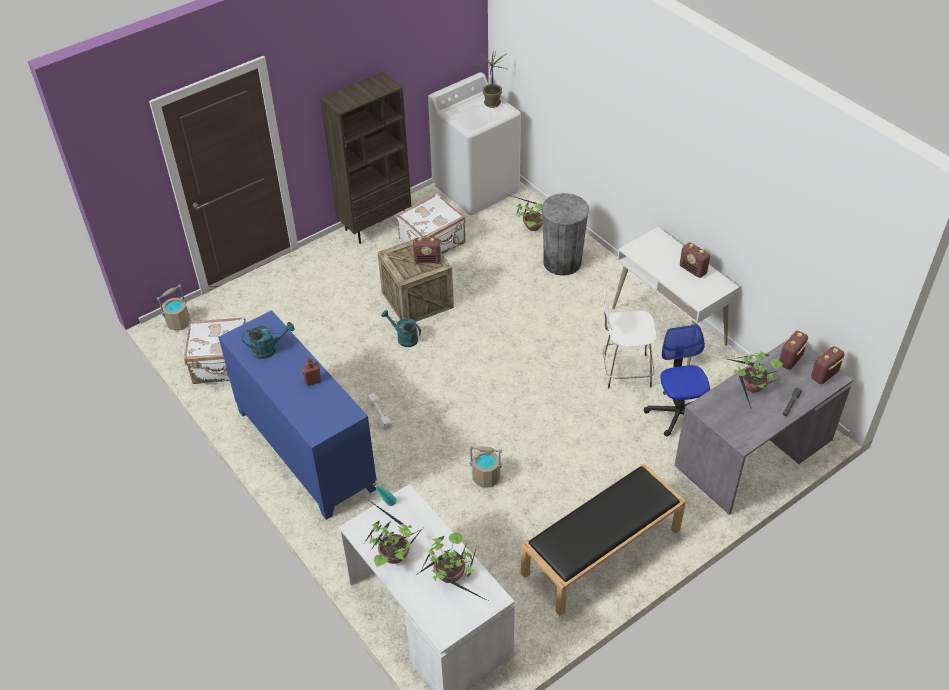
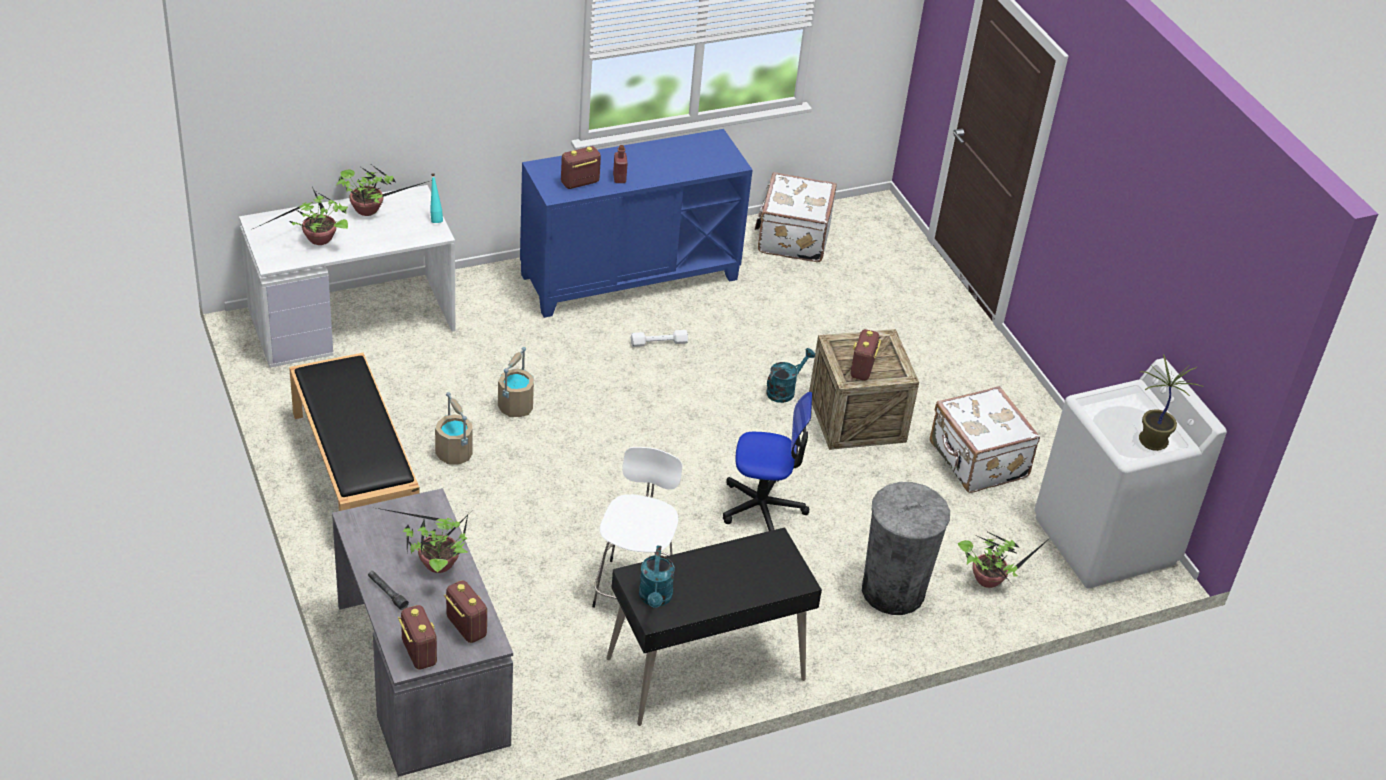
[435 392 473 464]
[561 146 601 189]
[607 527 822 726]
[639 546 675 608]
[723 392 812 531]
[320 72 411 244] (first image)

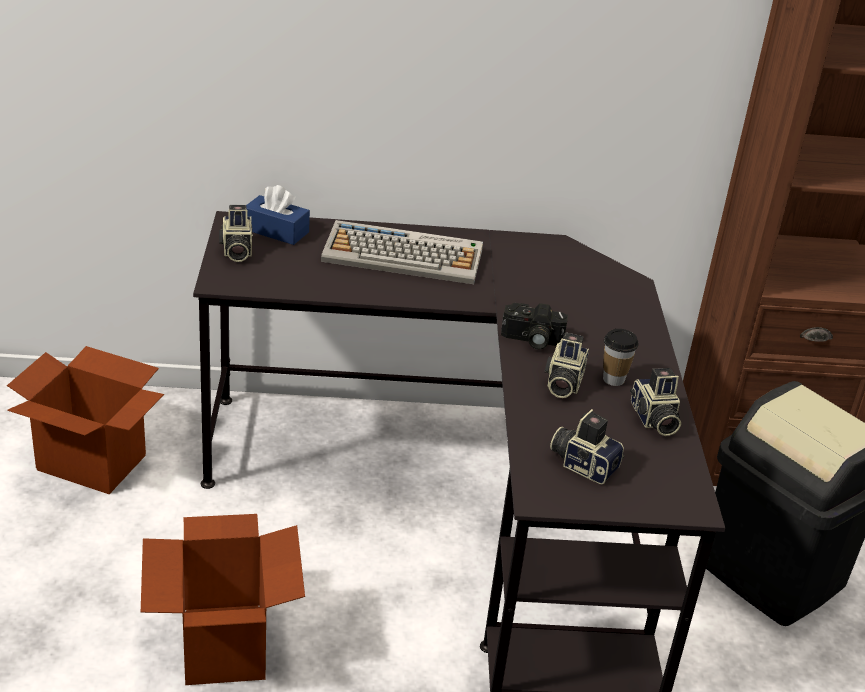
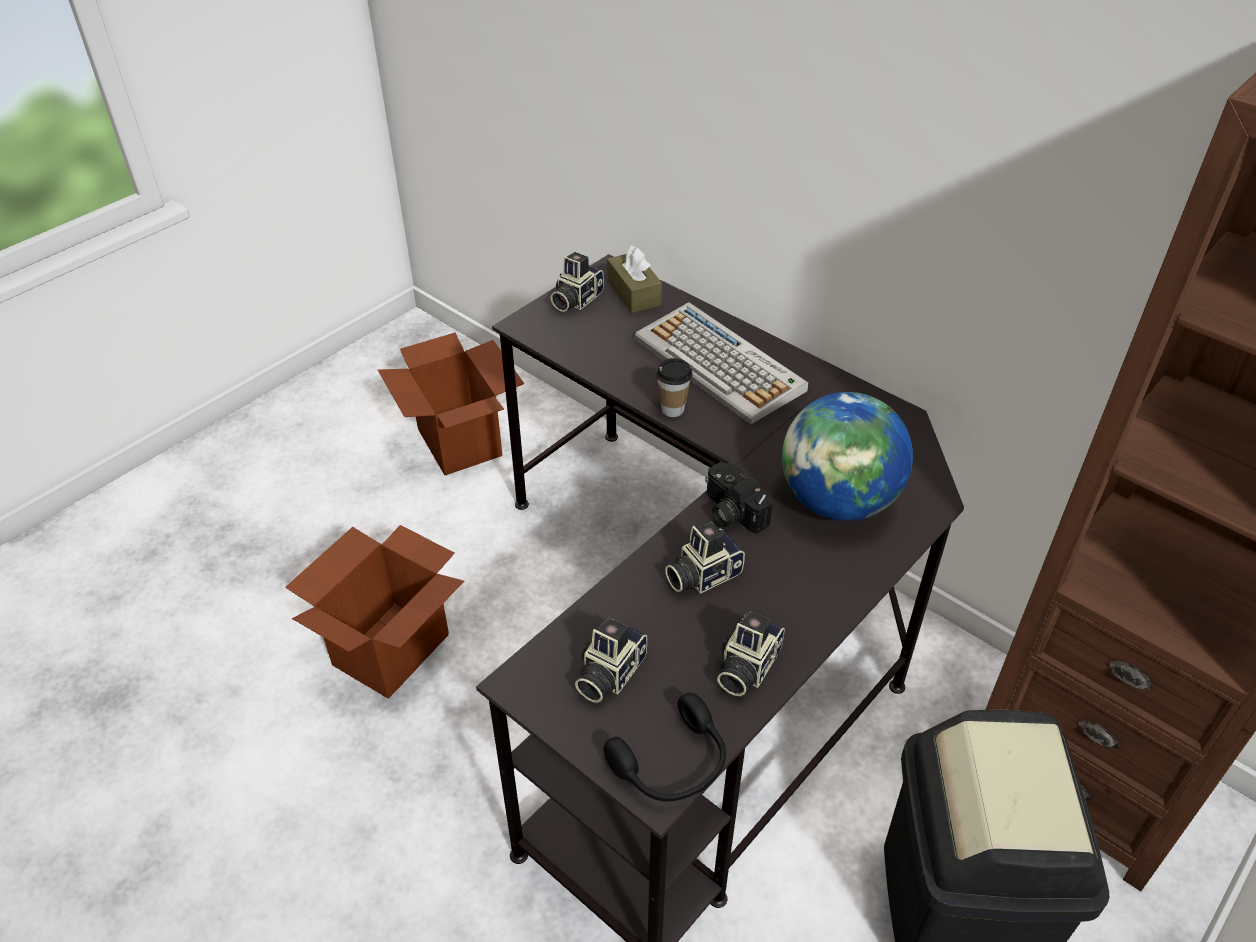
[575 617 647 703]
[604 693 726 801]
[607 245 662 313]
[656 358 693 417]
[782 392 913 521]

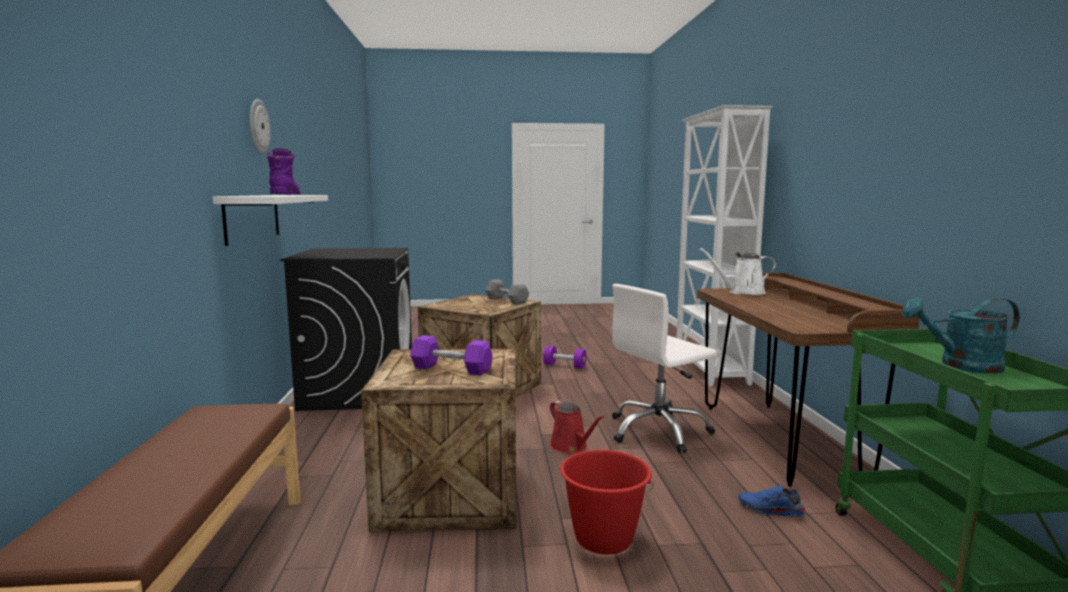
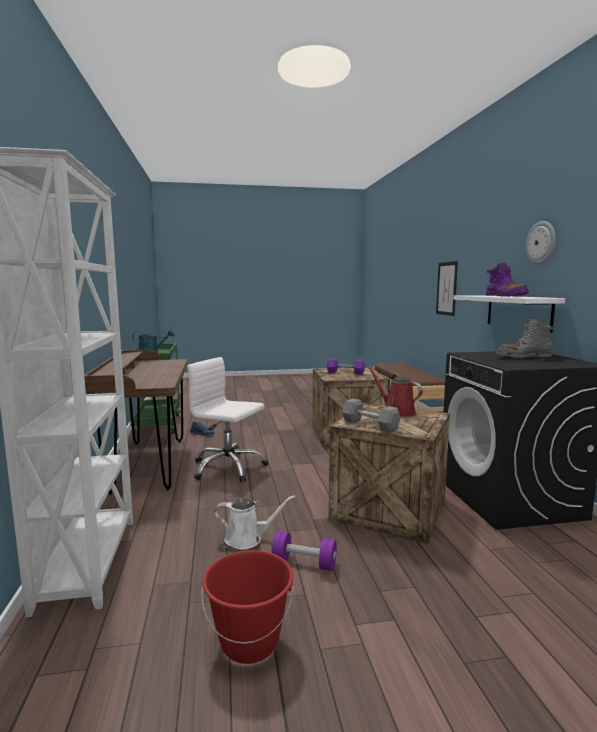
[187 357 268 482]
[201 550 294 664]
[214 495 295 549]
[368 367 423 417]
[436 261 458 316]
[496 319 555 358]

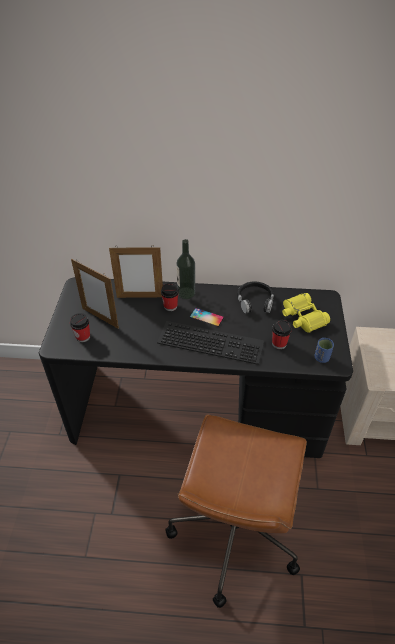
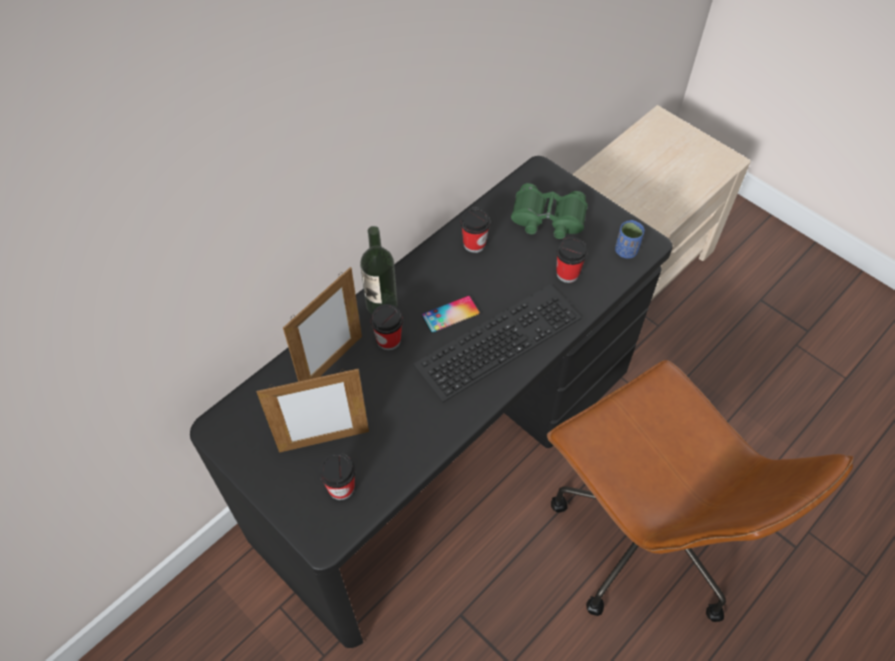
[461 208 490 253]
[511 183 588 239]

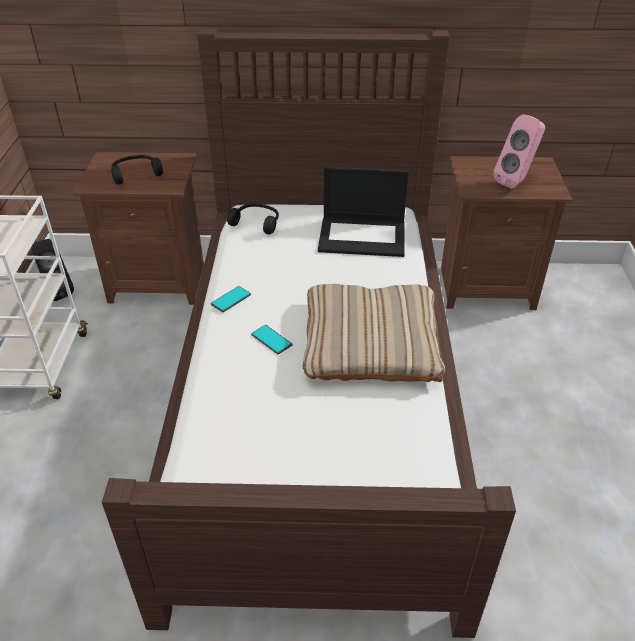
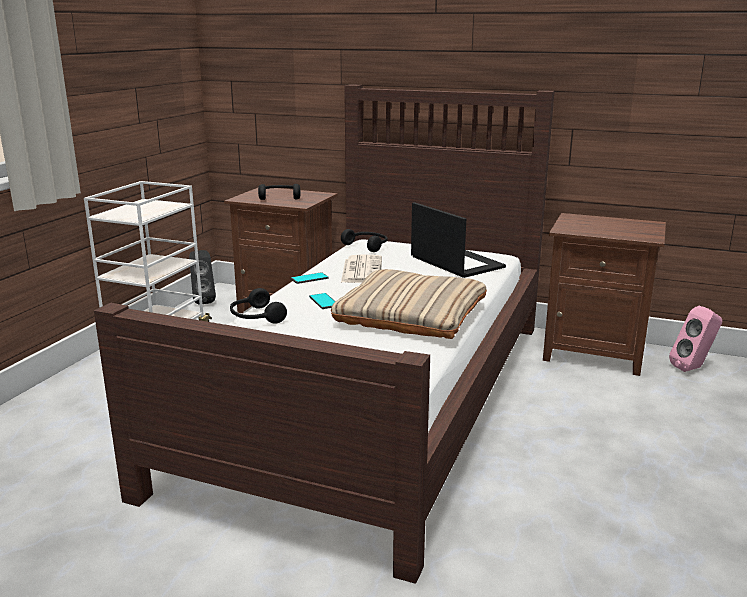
[230 288 287 324]
[341 254 382 283]
[411 202 506 278]
[669 306 722 372]

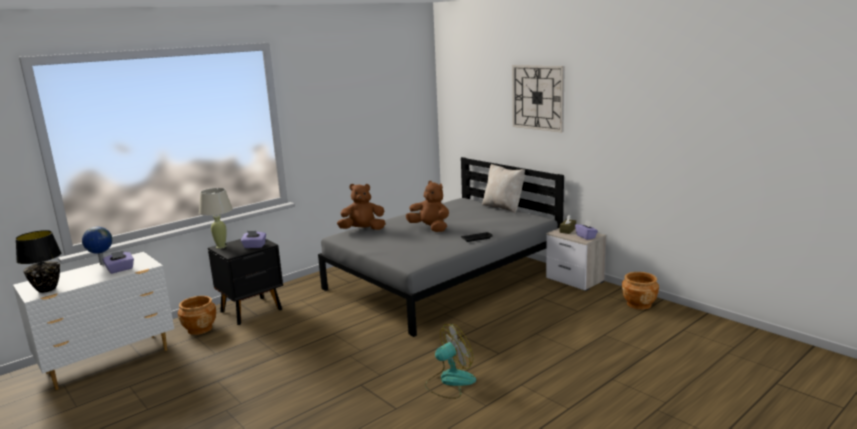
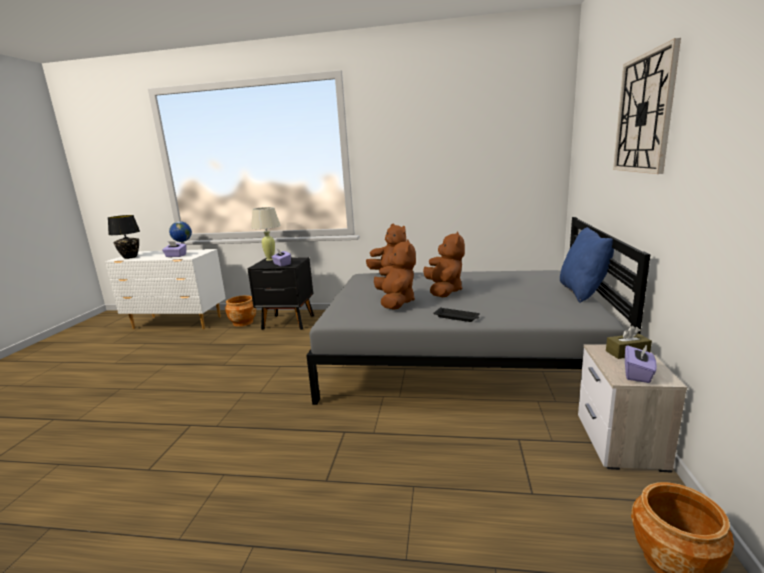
[374 239 416 310]
[560 227 614 303]
[425 324 476 399] (first image)

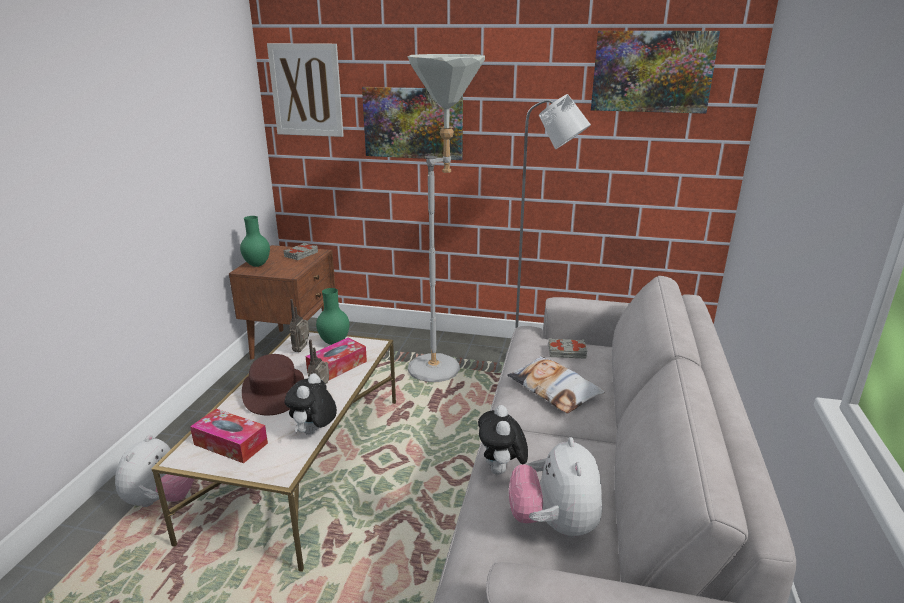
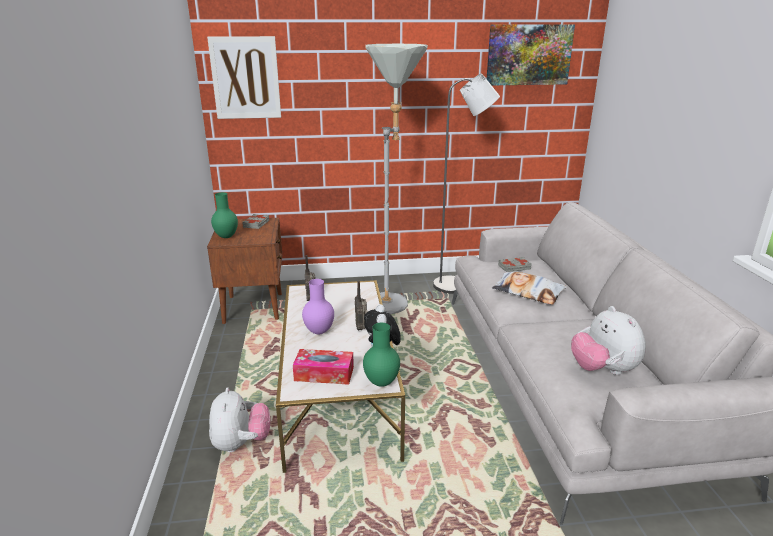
[302 279 334 334]
[363 323 400 387]
[305 338 367 381] (first image)
[362 87 463 160] (first image)
[478 405 528 475] (first image)

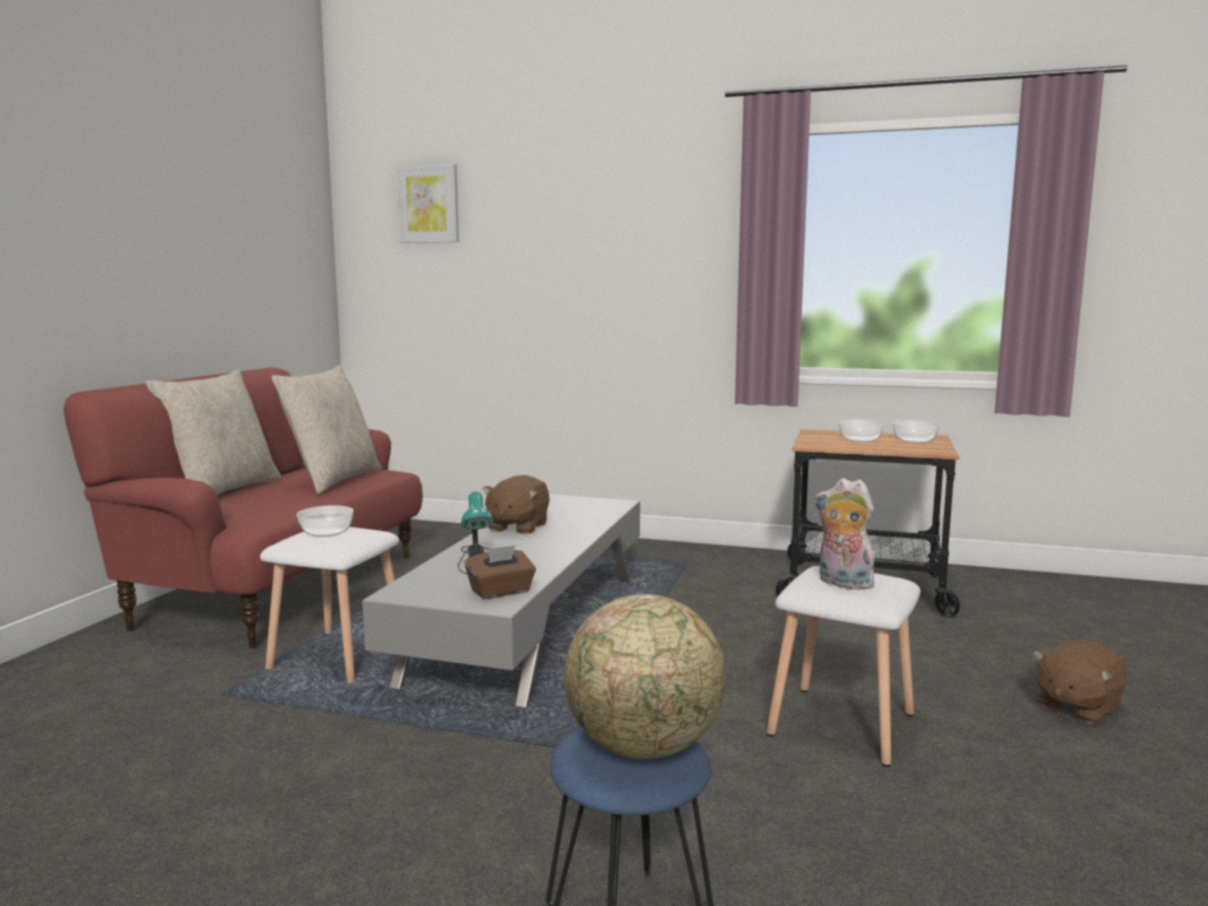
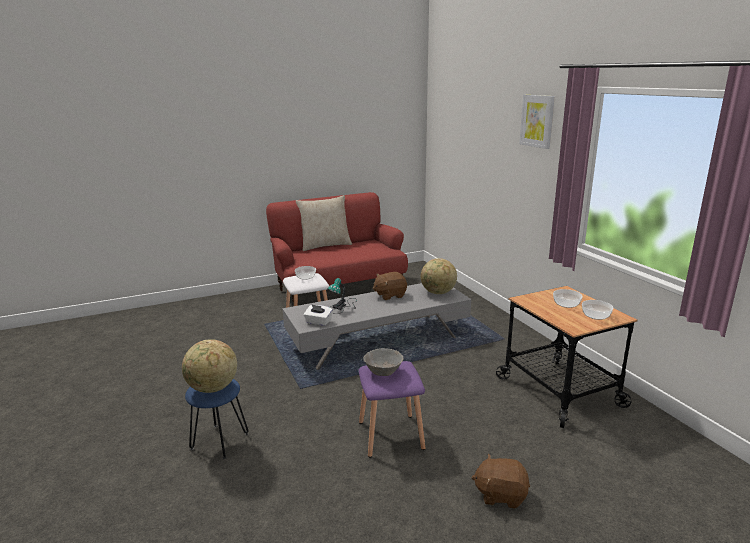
[304 305 333 326]
[359 361 425 457]
[363 348 403 376]
[421 258 457 294]
[519 95 555 149]
[272 365 382 494] (first image)

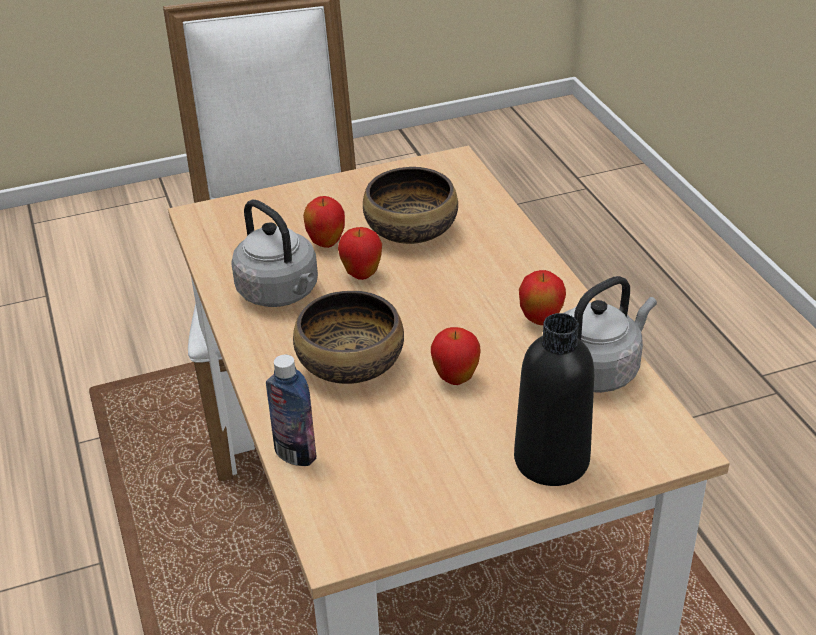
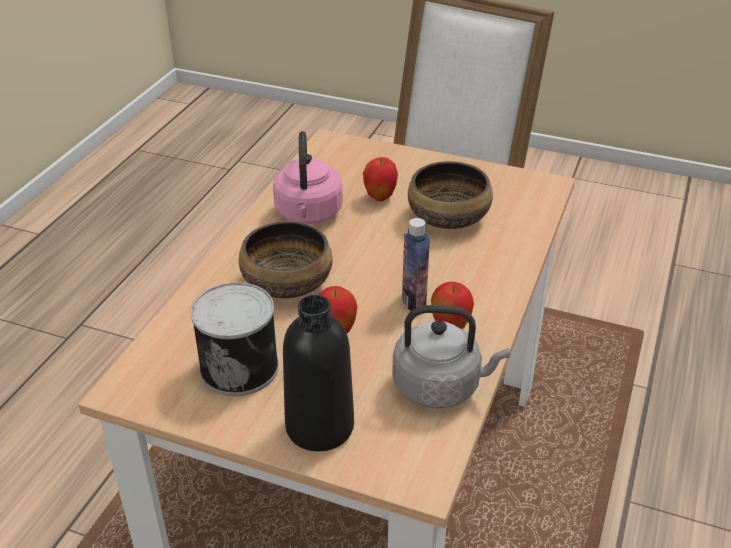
[191 282 279 396]
[273 131 343 224]
[402 218 430 311]
[338 227 382 280] (first image)

